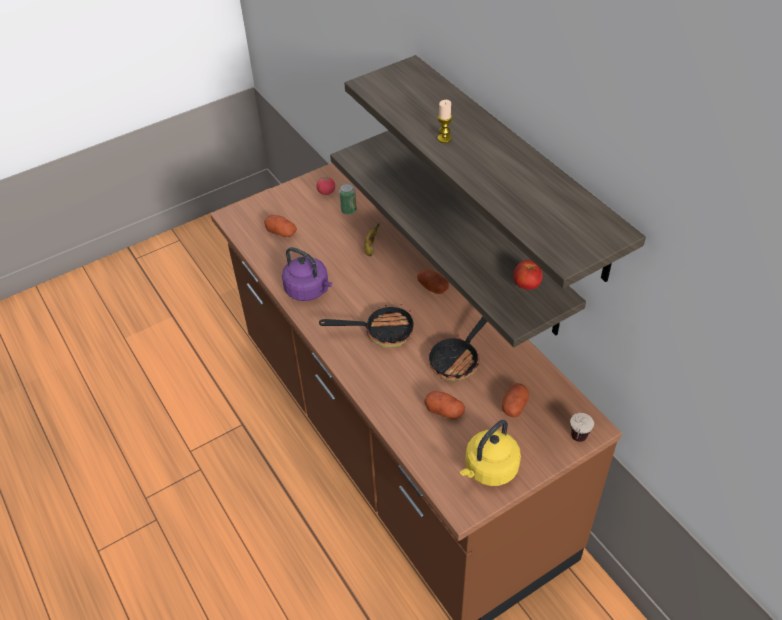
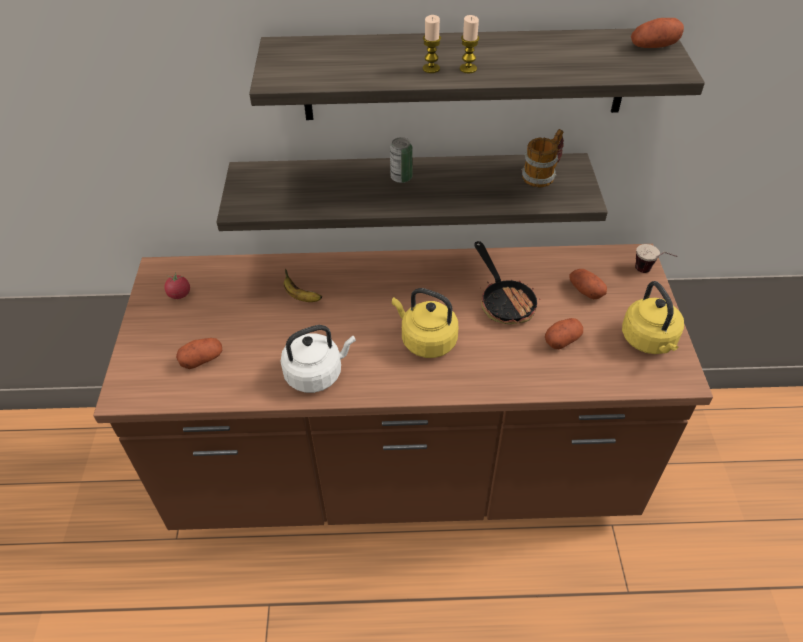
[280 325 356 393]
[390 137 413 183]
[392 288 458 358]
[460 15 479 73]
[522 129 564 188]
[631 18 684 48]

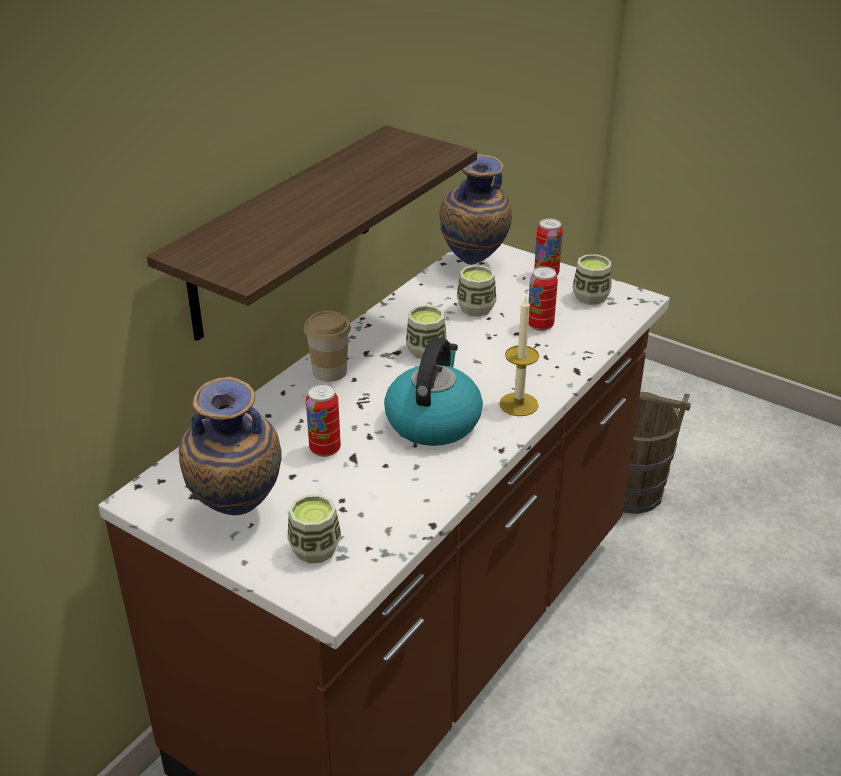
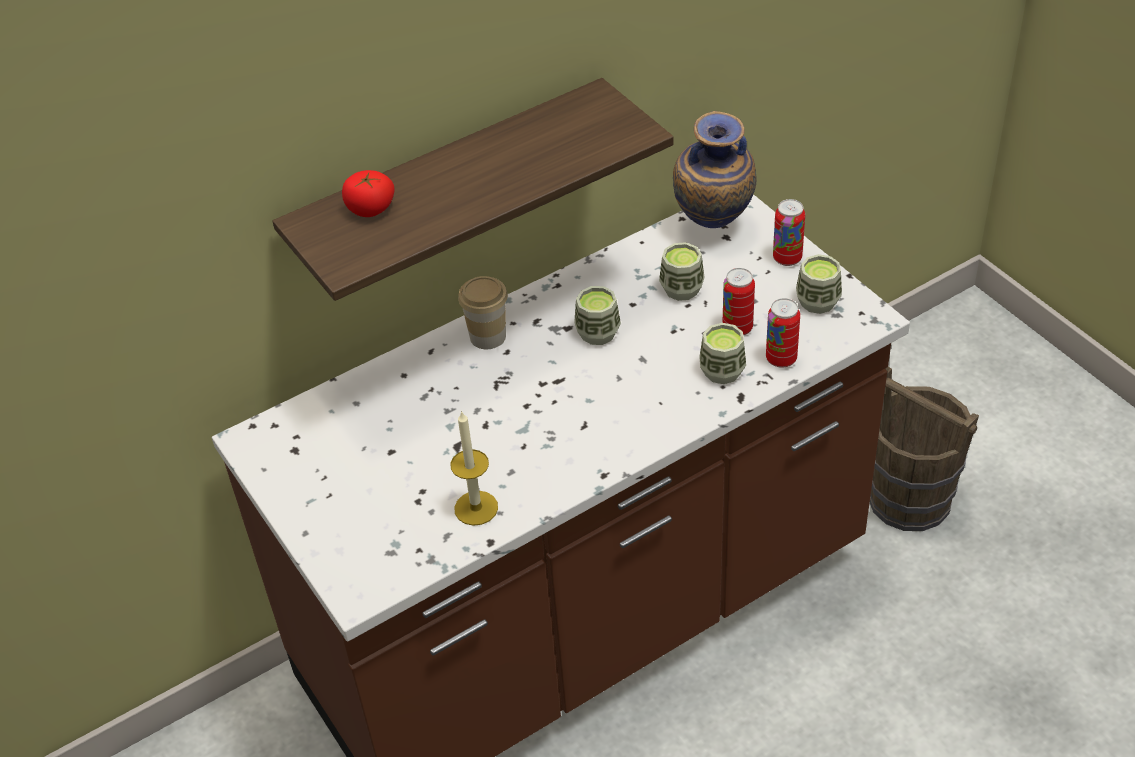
[342 170 395 217]
[450 410 498 526]
[699 323 746 384]
[766 298 800 368]
[179 377 282 515] (first image)
[384 337 483 446] (first image)

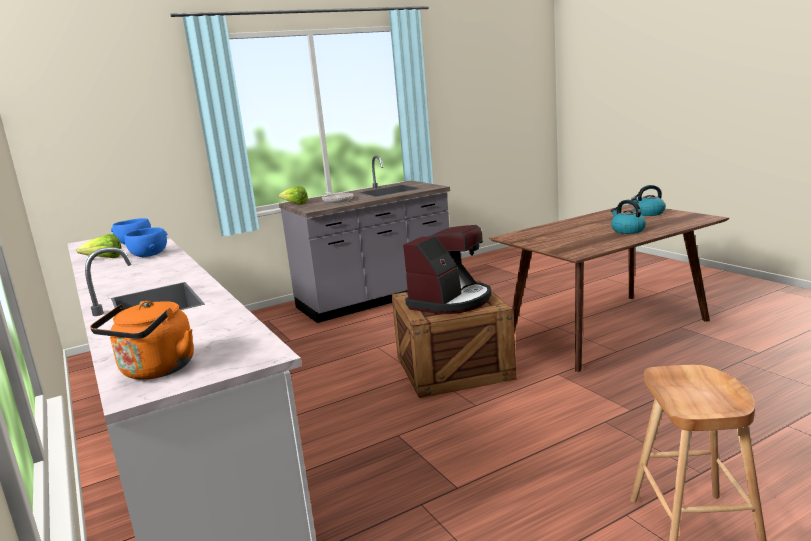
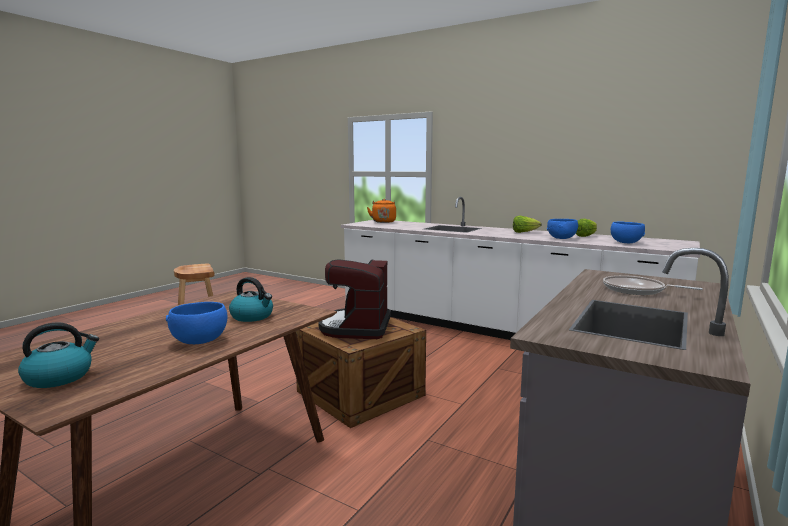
[166 302 227 344]
[229 277 273 322]
[513 216 541 233]

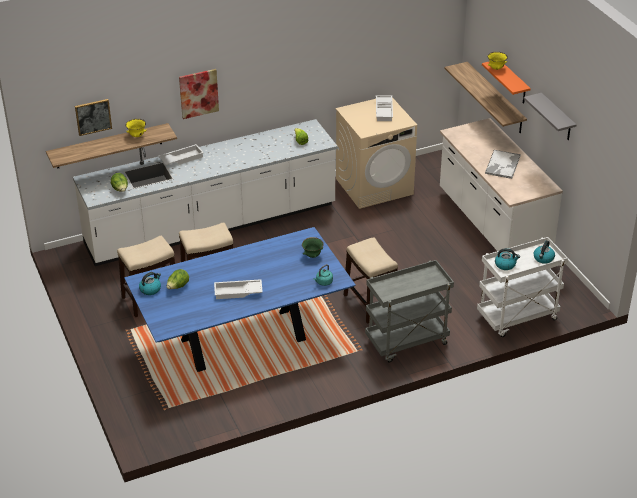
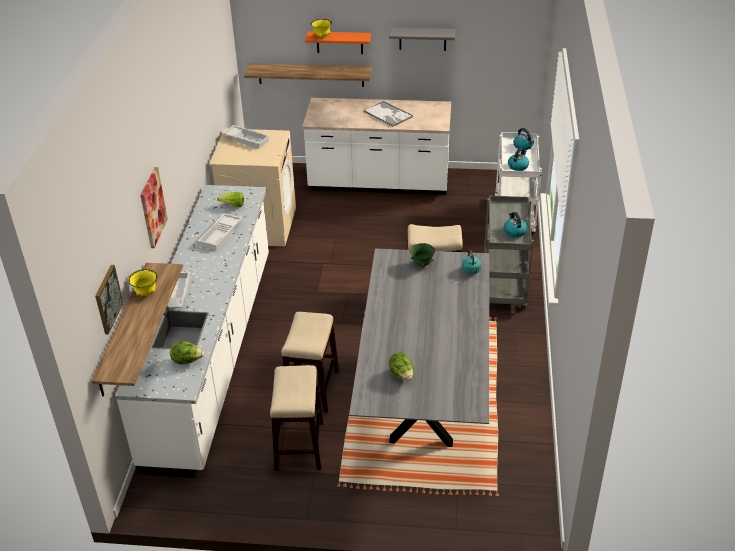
[198 213 242 250]
[349 248 489 447]
[504 212 527 237]

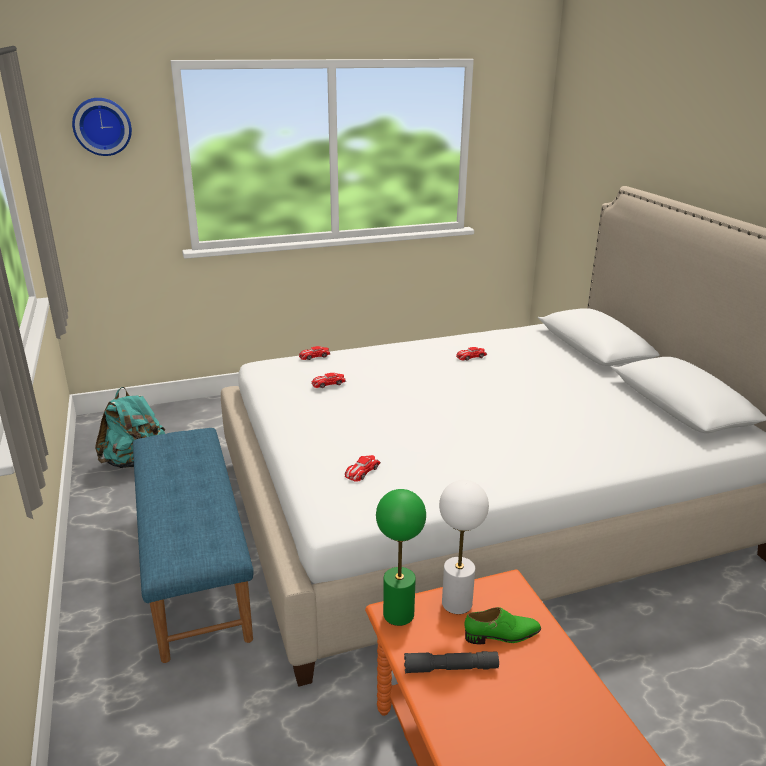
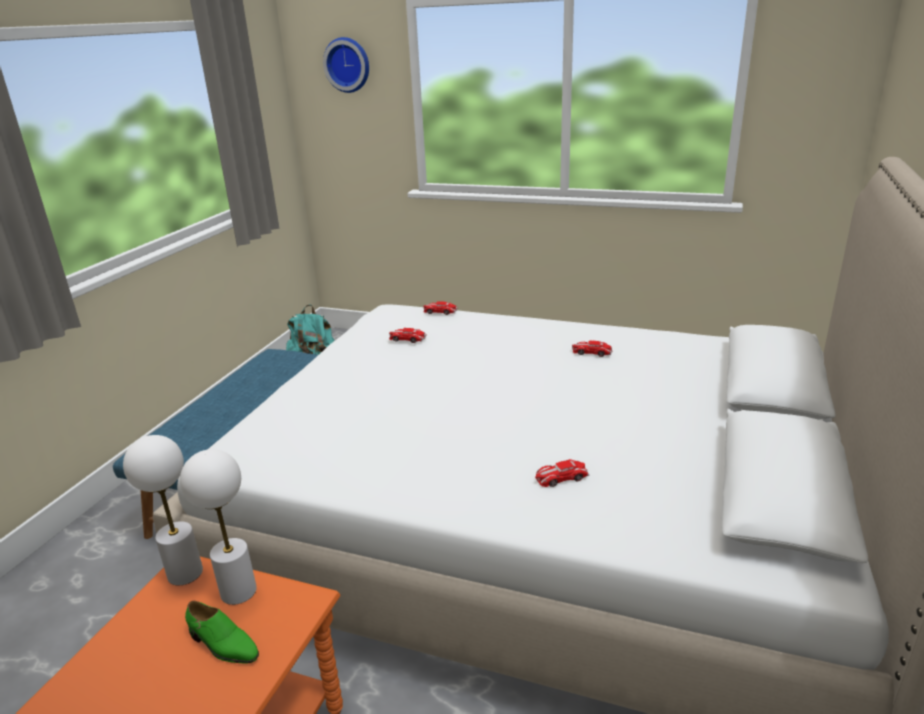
[123 435 203 585]
[535 459 589 487]
[404 651 499 673] (first image)

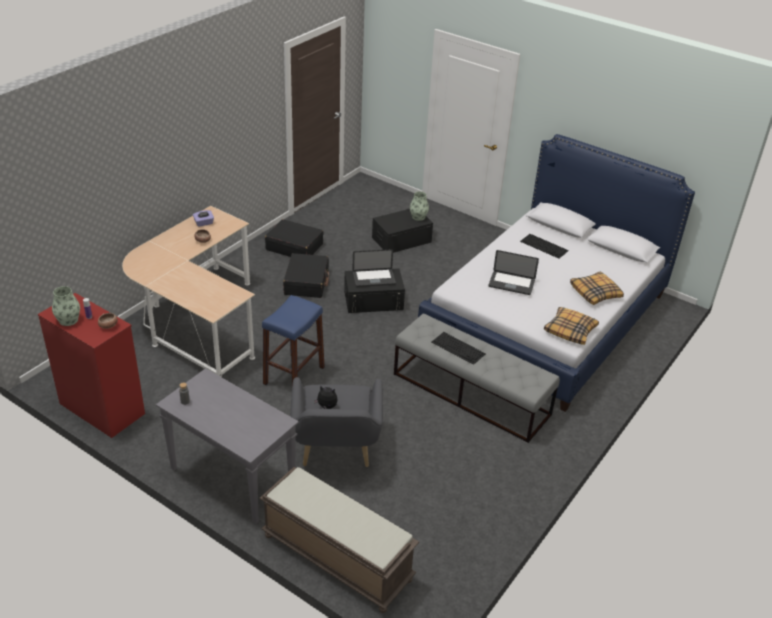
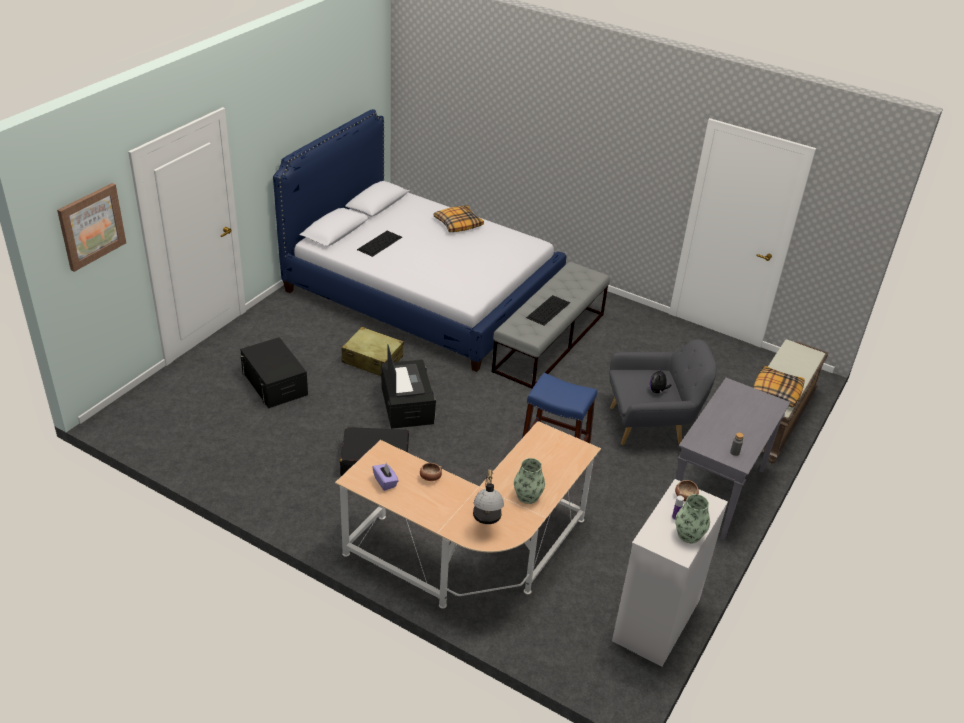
[57 183 126 272]
[342 327 404 376]
[473 469 504 524]
[514 458 545 504]
[612 479 728 667]
[753 366 805 408]
[265 219 324 257] (first image)
[488 250 539 295] (first image)

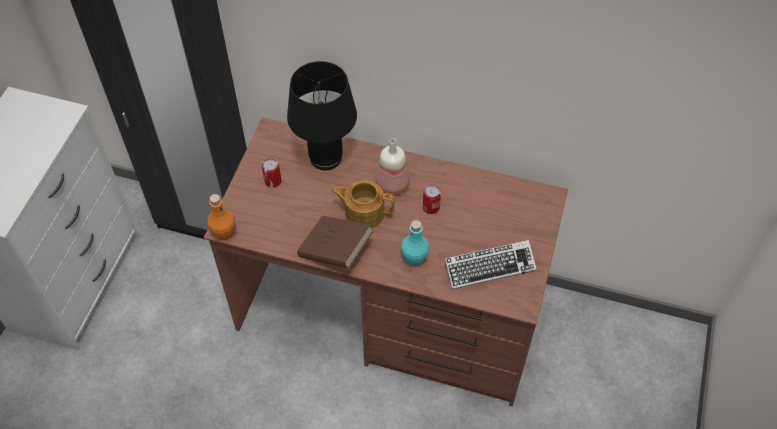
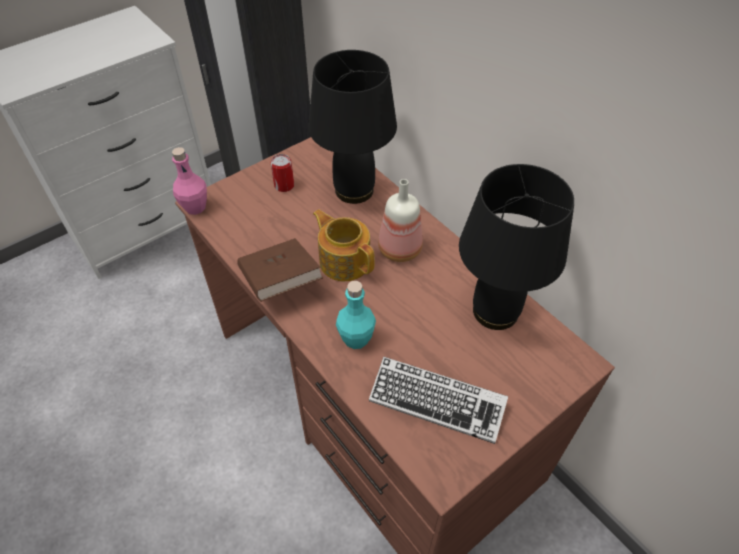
[172 147 207 215]
[459 164 574 330]
[423 185 441 214] (first image)

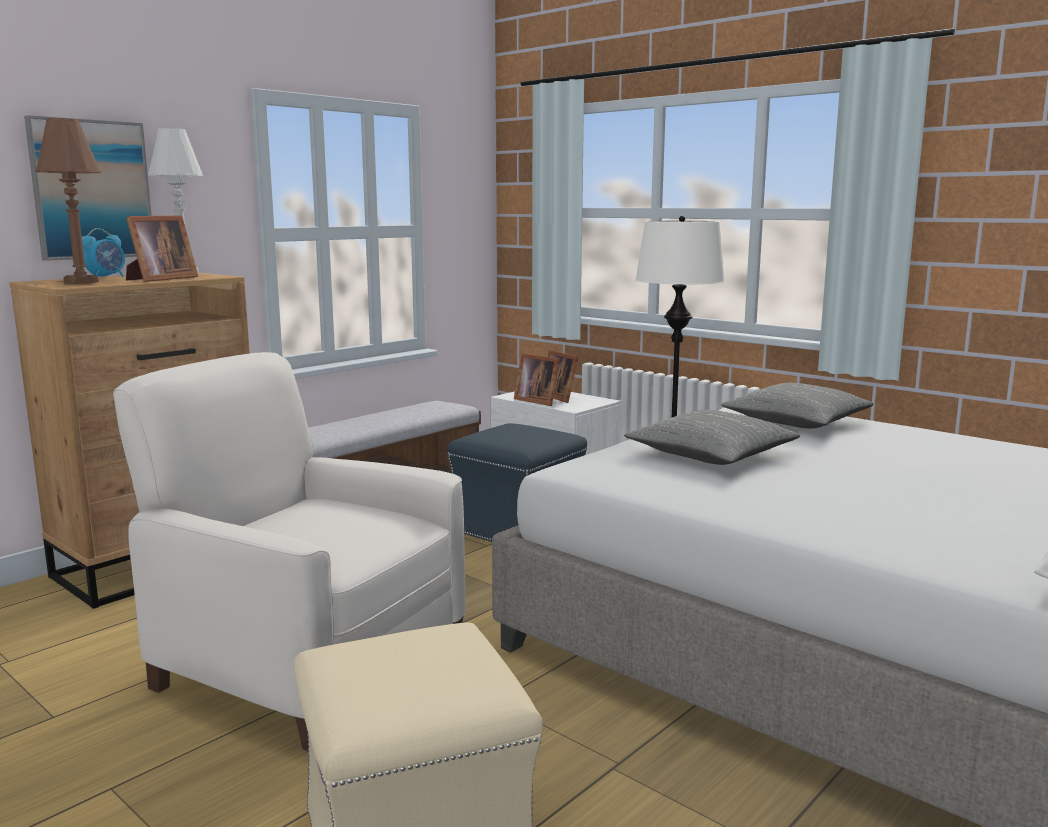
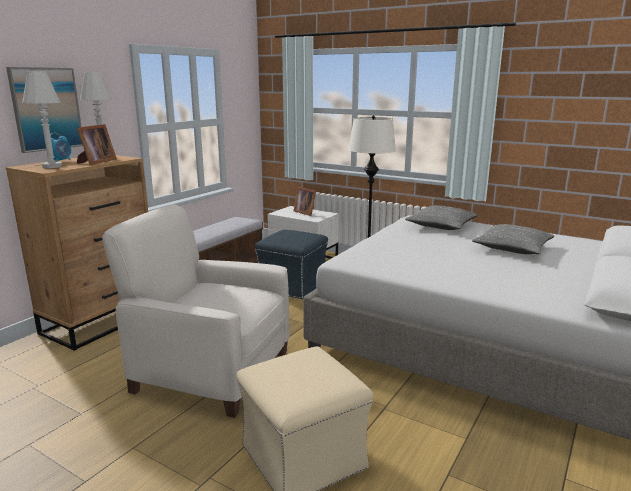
[22 71 62 168]
[472 224 554 254]
[514 353 560 406] (first image)

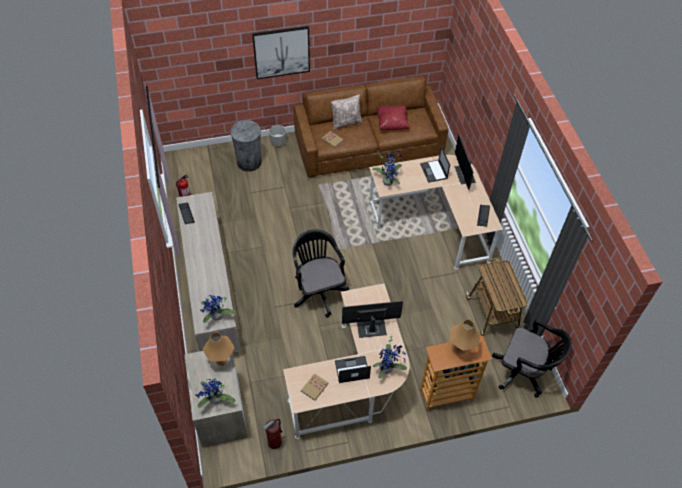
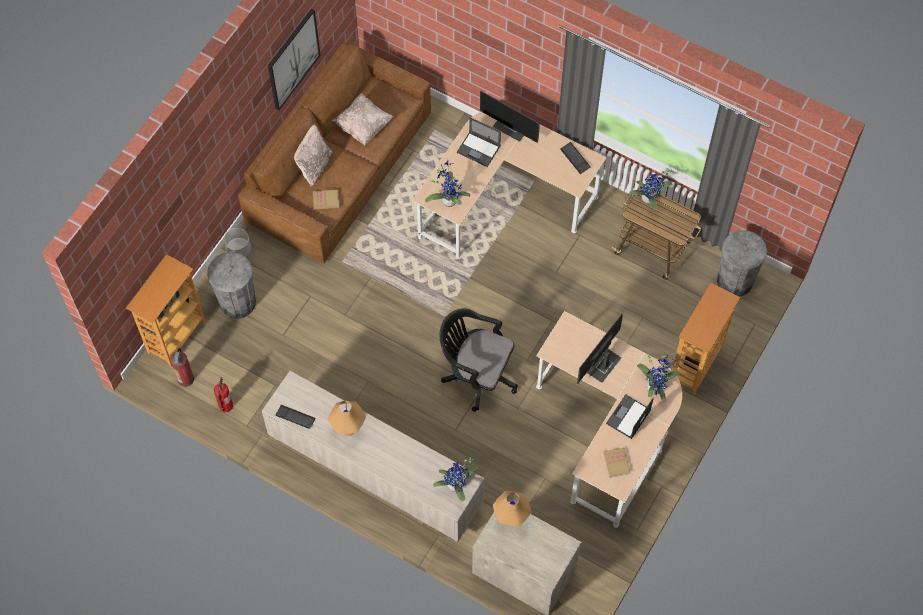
[126 254 205 367]
[170 348 194 387]
[268 9 321 111]
[328 401 366 436]
[332 93 394 145]
[629 169 672 210]
[717 230 767 297]

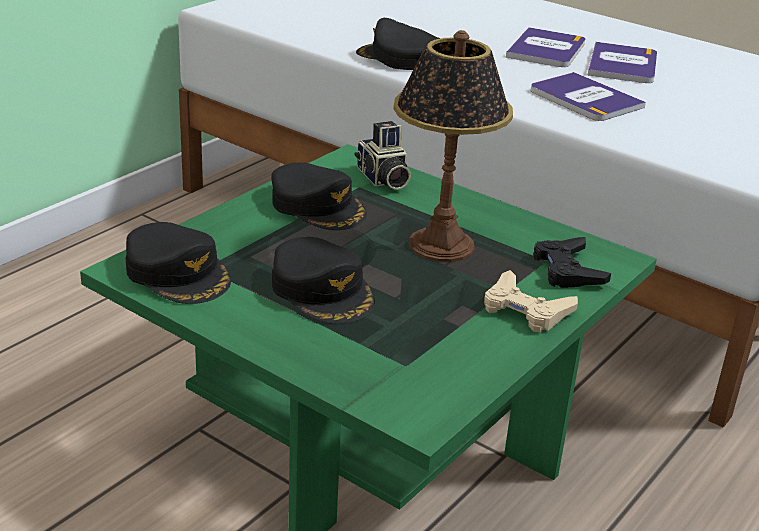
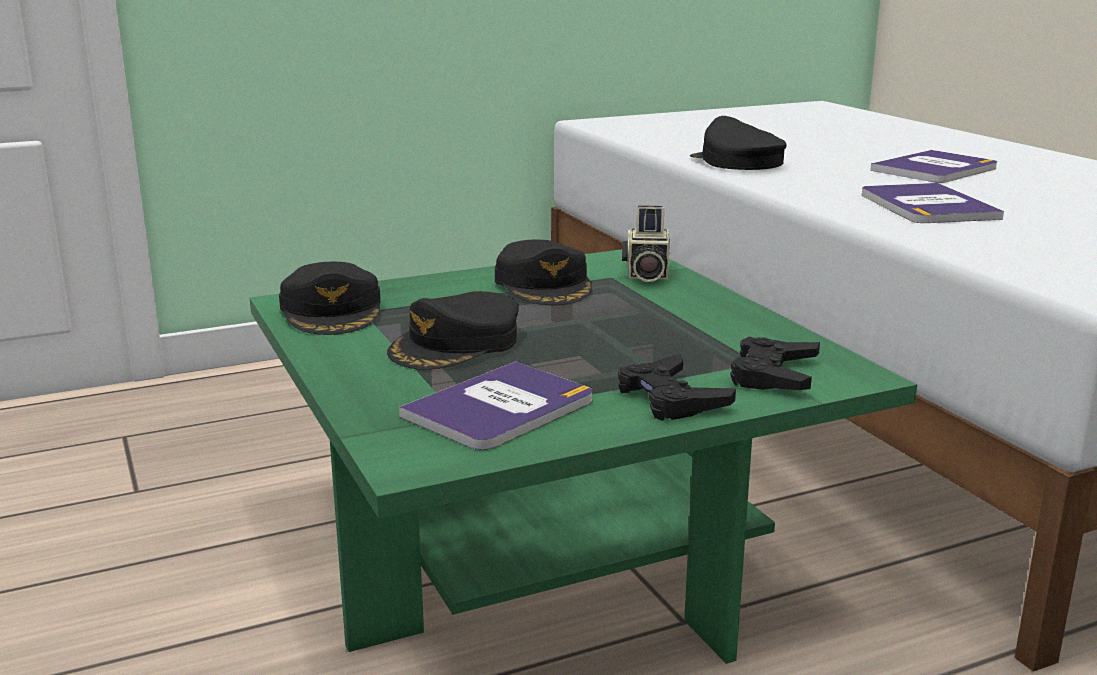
[387 291 519 370]
[399 361 592 450]
[618 354 736 420]
[394 30 513 262] (first image)

